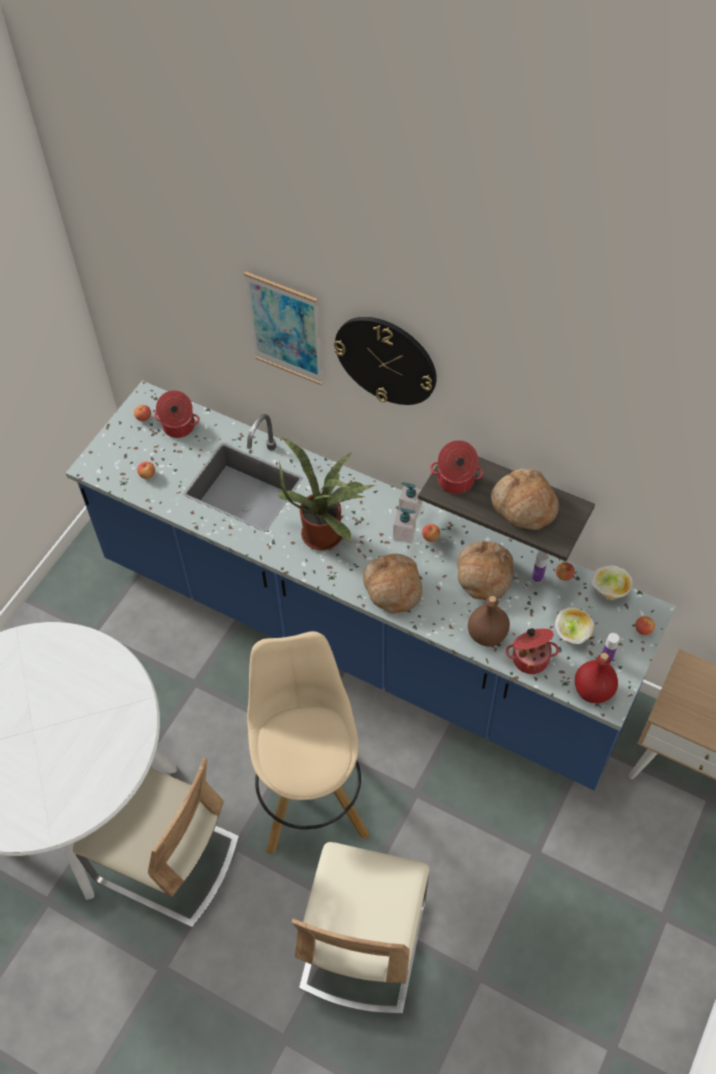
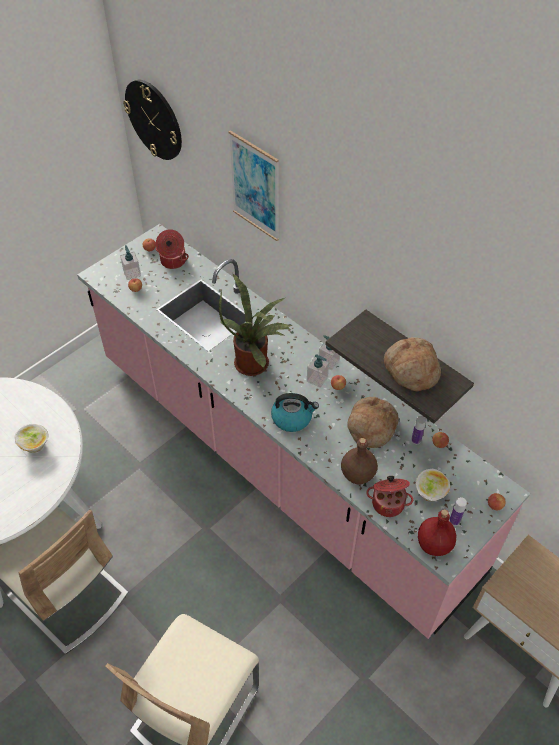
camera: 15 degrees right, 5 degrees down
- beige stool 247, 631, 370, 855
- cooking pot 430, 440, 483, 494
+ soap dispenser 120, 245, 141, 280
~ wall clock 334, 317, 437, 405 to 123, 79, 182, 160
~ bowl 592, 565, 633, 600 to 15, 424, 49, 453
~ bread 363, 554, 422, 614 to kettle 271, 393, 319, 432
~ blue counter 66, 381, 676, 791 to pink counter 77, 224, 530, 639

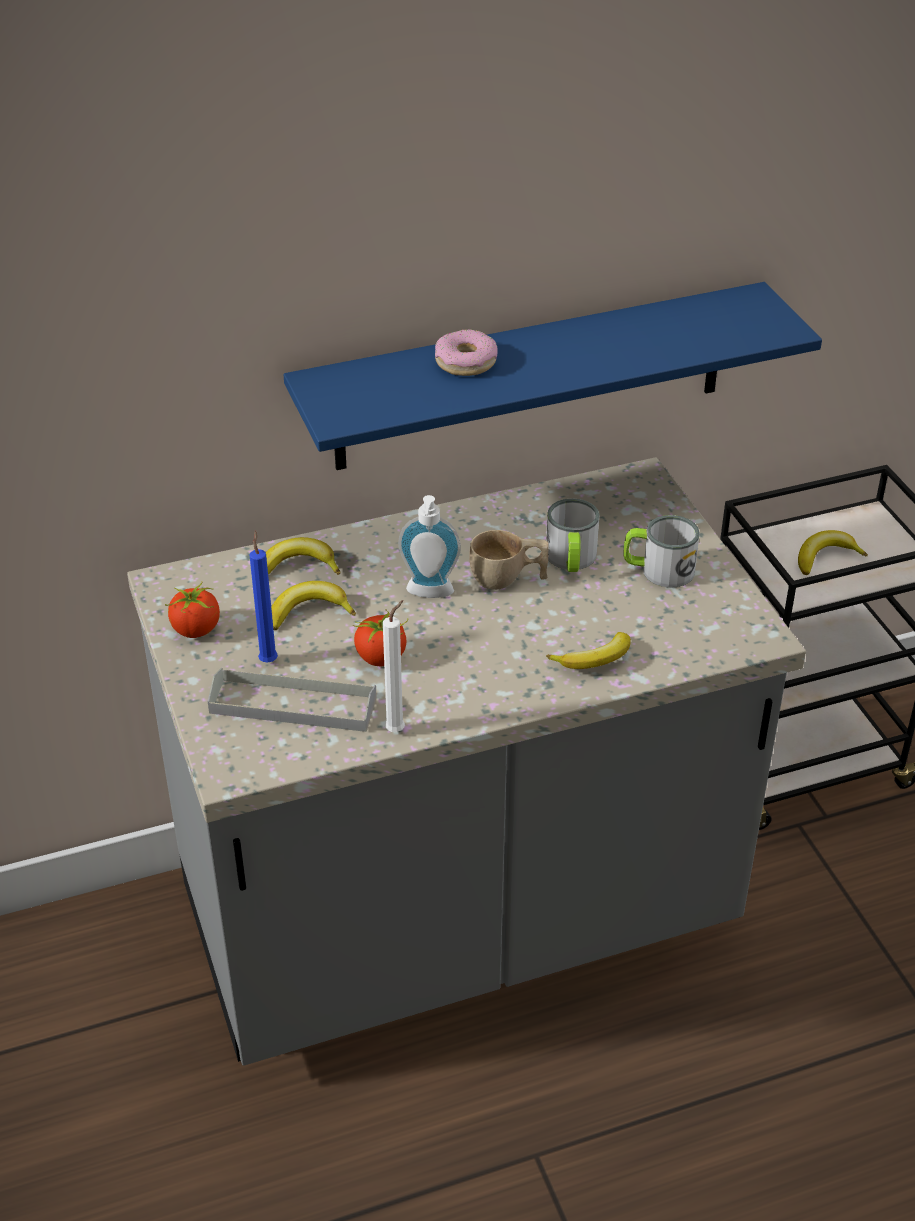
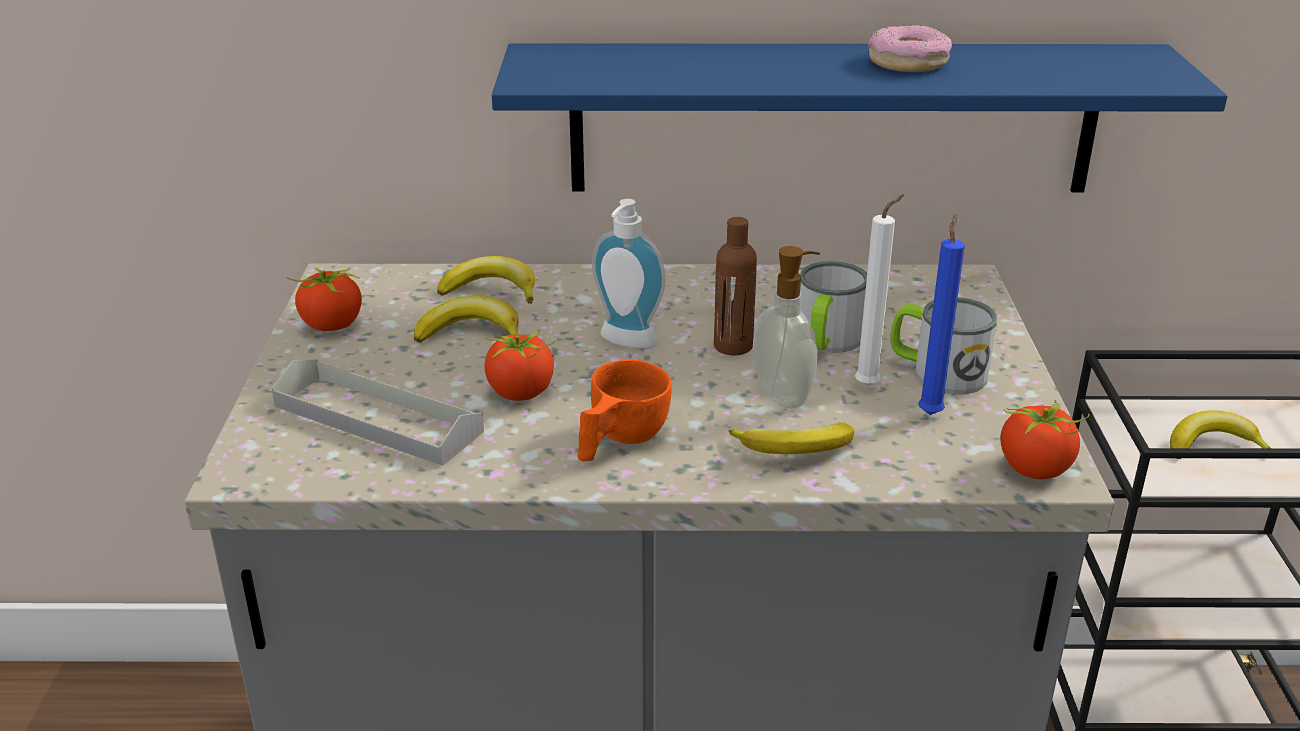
camera: 20 degrees right, 10 degrees down
+ orange cup 577, 360, 672, 462
+ soap dispenser 753, 246, 820, 409
+ tomato 1001, 400, 1090, 479
~ blue candle 250, 531, 278, 663 to 918, 213, 965, 415
~ white candle 383, 600, 405, 732 to 855, 194, 905, 386
~ donut 435, 329, 498, 376 to 868, 25, 952, 72
~ beige cup 470, 530, 549, 590 to brown bottle 714, 217, 757, 355

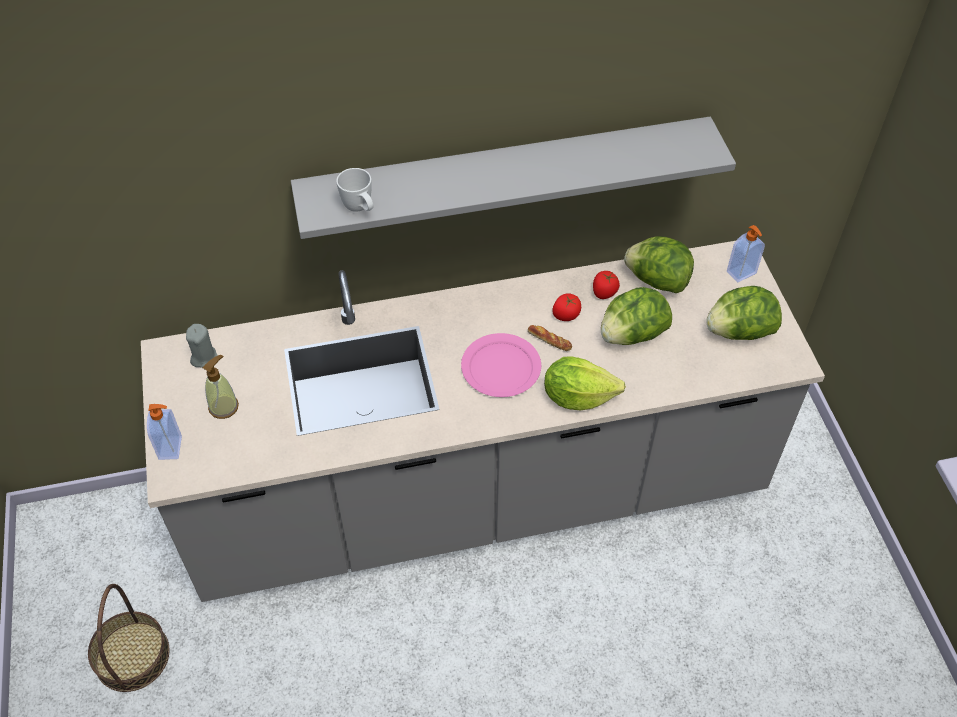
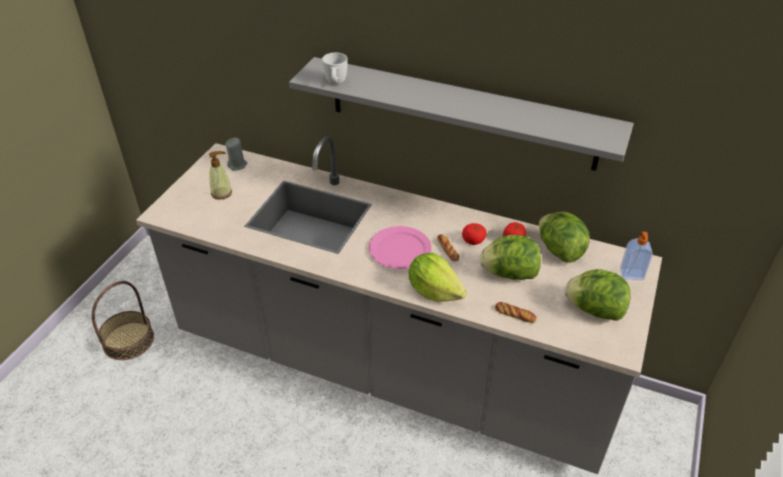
camera: 35 degrees right, 10 degrees down
- soap dispenser 147, 404, 182, 460
+ bread 495, 302, 537, 323

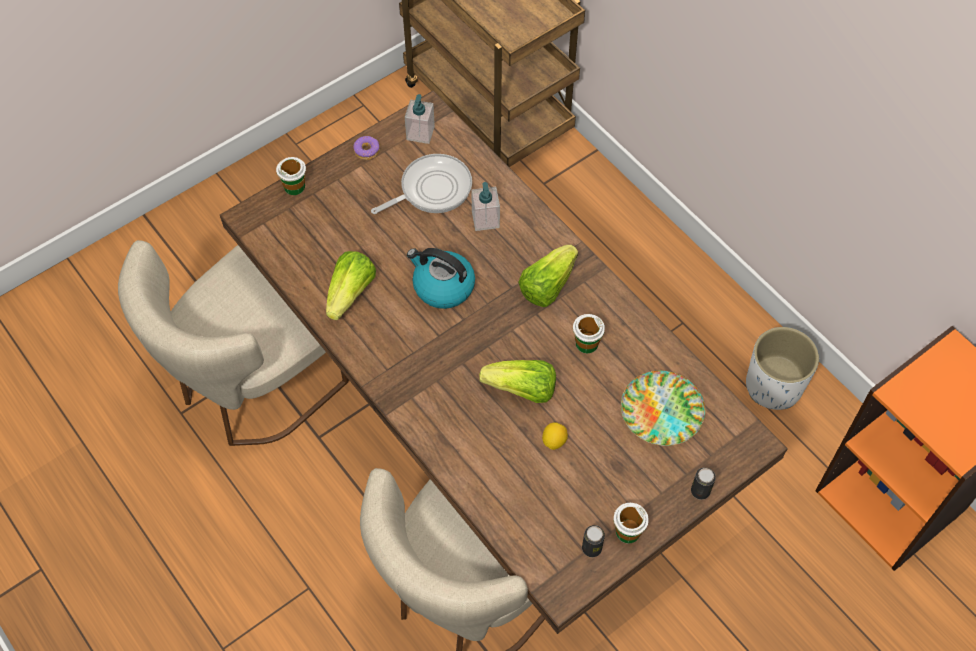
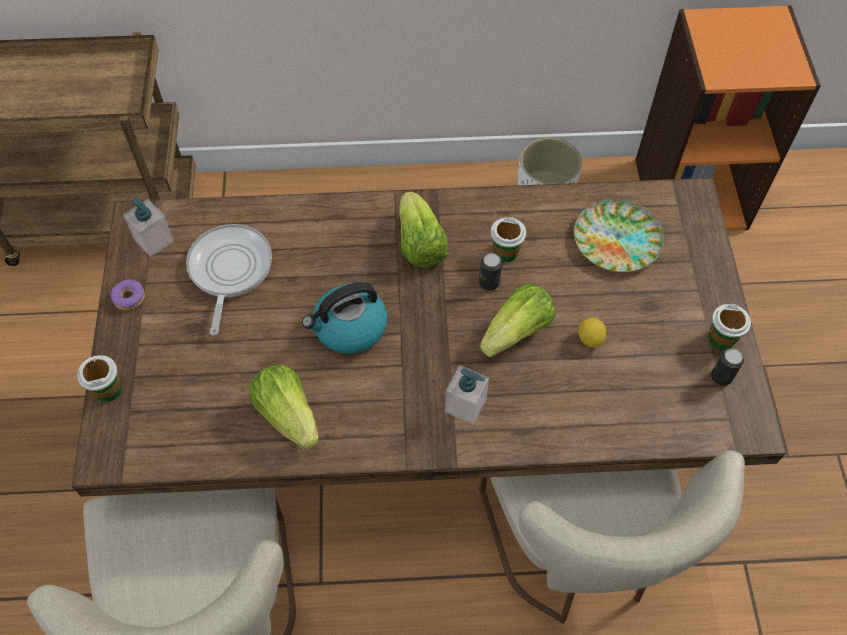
camera: 55 degrees left, 0 degrees up
~ soap dispenser 471, 182, 500, 231 to 445, 365, 489, 424
~ can 691, 467, 716, 500 to 479, 253, 502, 291

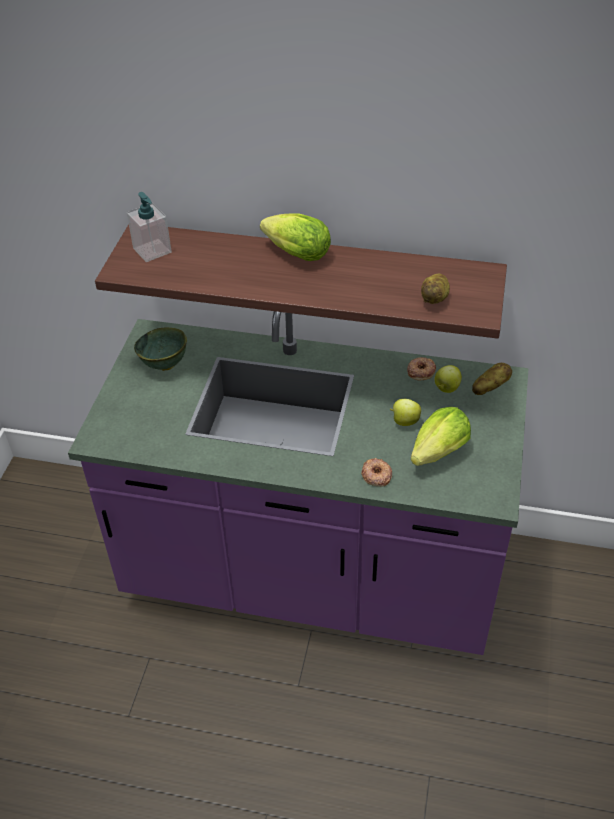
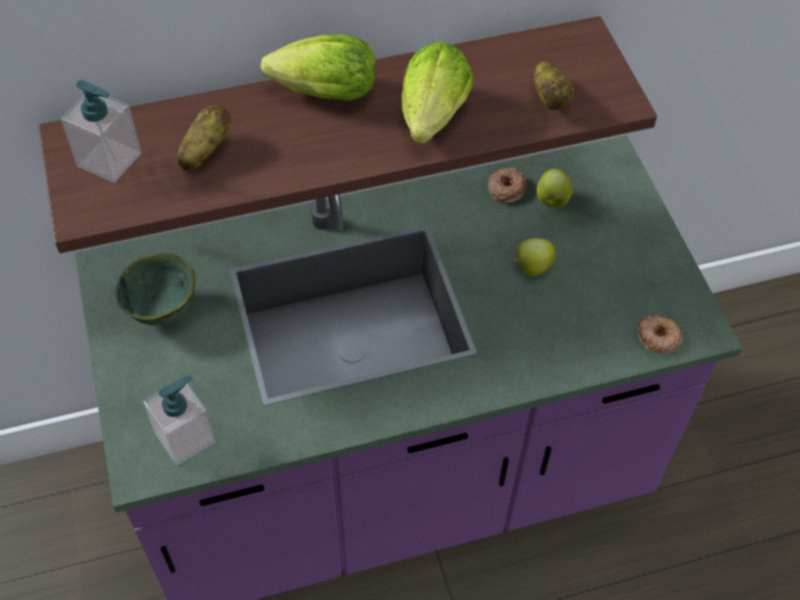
camera: 30 degrees left, 10 degrees up
+ soap dispenser 143, 375, 215, 465
~ donut 361, 458, 392, 486 to 638, 314, 683, 354
~ lettuce 411, 407, 471, 466 to 402, 41, 474, 143
~ potato 472, 363, 512, 395 to 177, 105, 231, 171

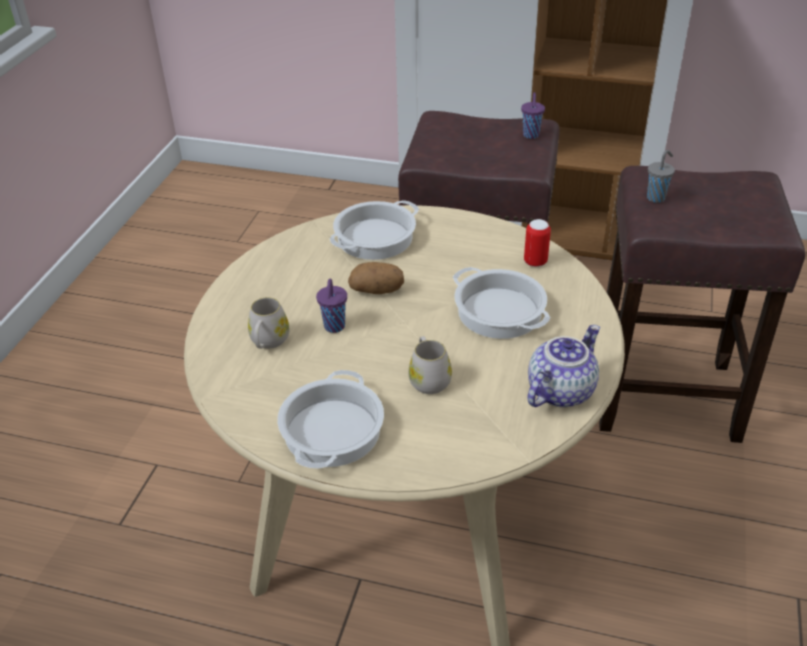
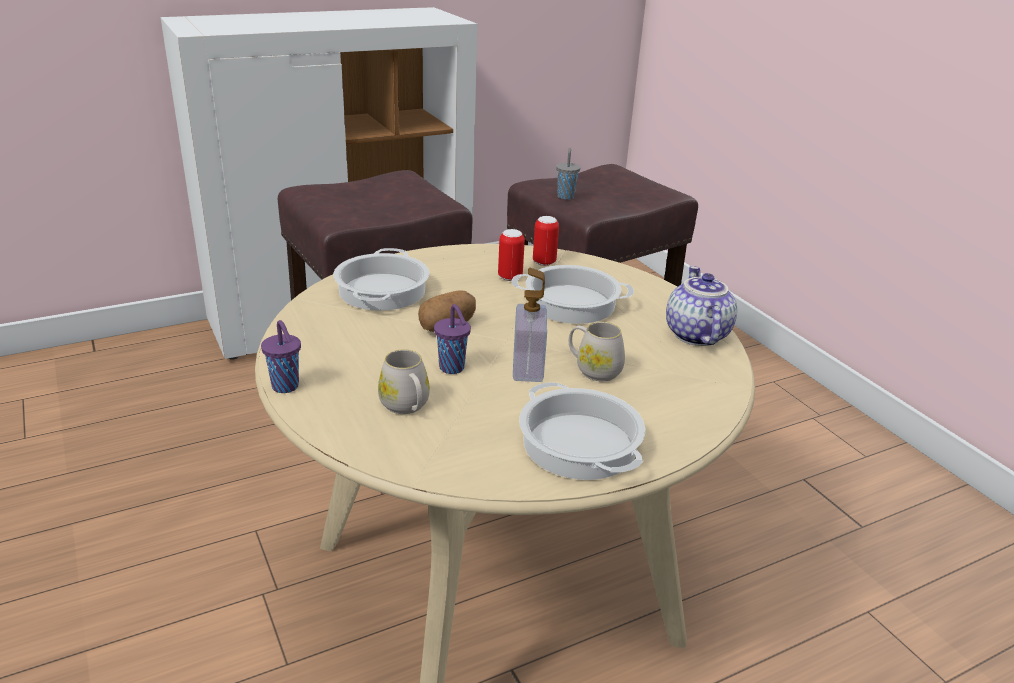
camera: 45 degrees left, 10 degrees down
+ can 498, 229, 525, 281
+ soap dispenser 513, 268, 547, 382
~ purple cup 521, 92, 545, 139 to 261, 320, 301, 393

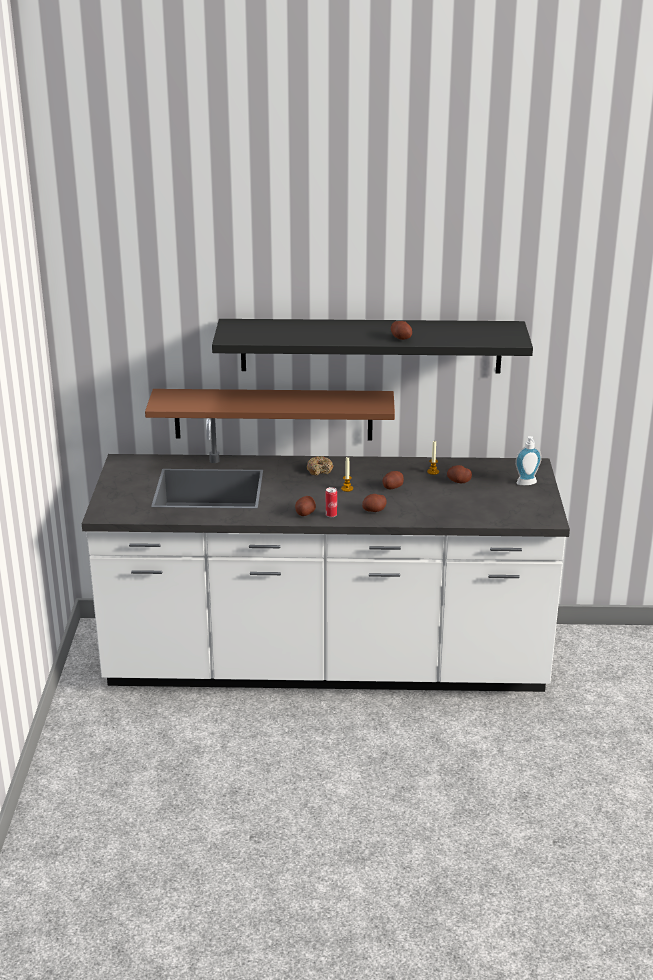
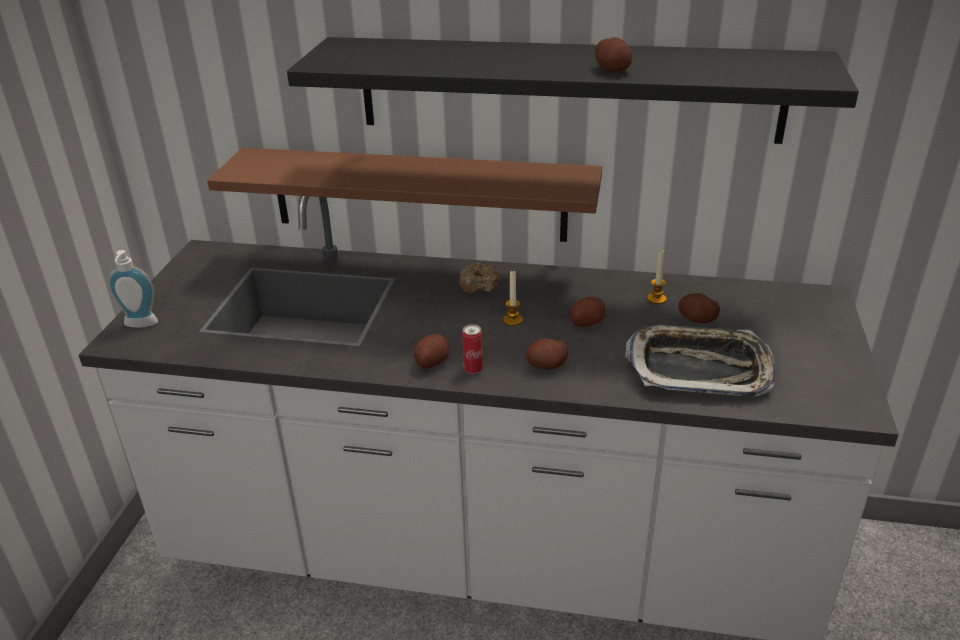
camera: 10 degrees right, 5 degrees up
+ tray 625, 325, 775, 397
~ soap dispenser 515, 436, 542, 485 to 108, 250, 158, 328

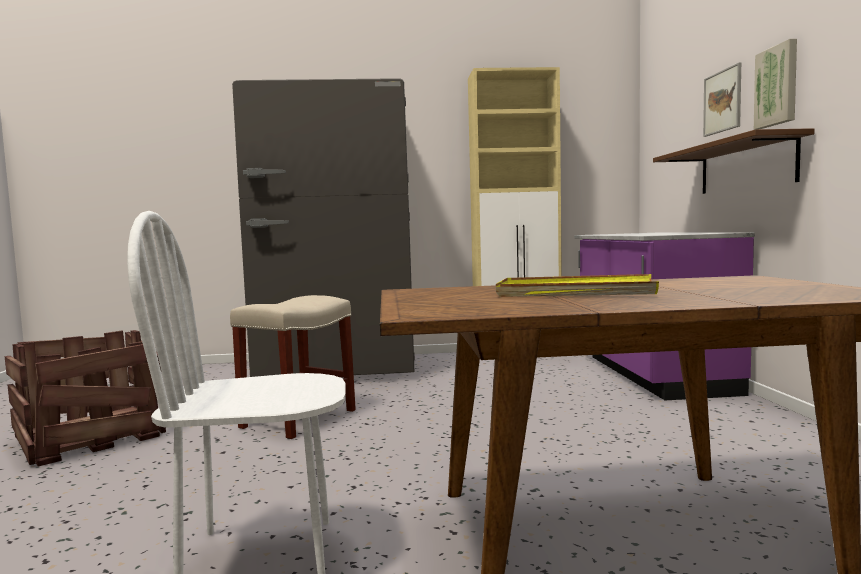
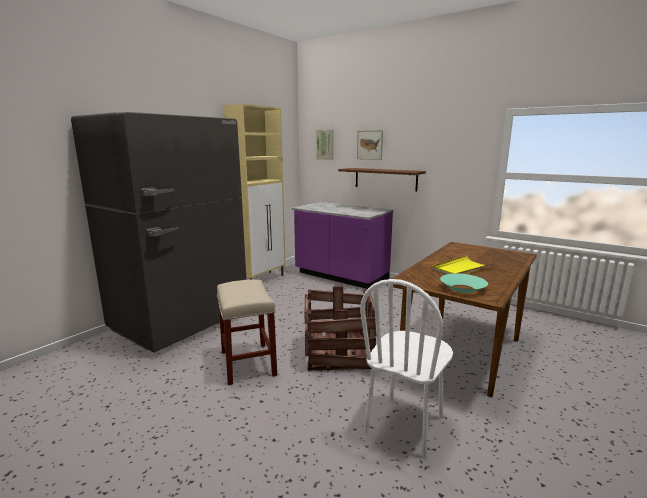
camera: 50 degrees left, 10 degrees up
+ turquoise bowl 440, 273, 488, 293
~ crate 5, 330, 166, 466 to 305, 286, 376, 370
~ picture 754, 39, 797, 129 to 316, 130, 334, 160

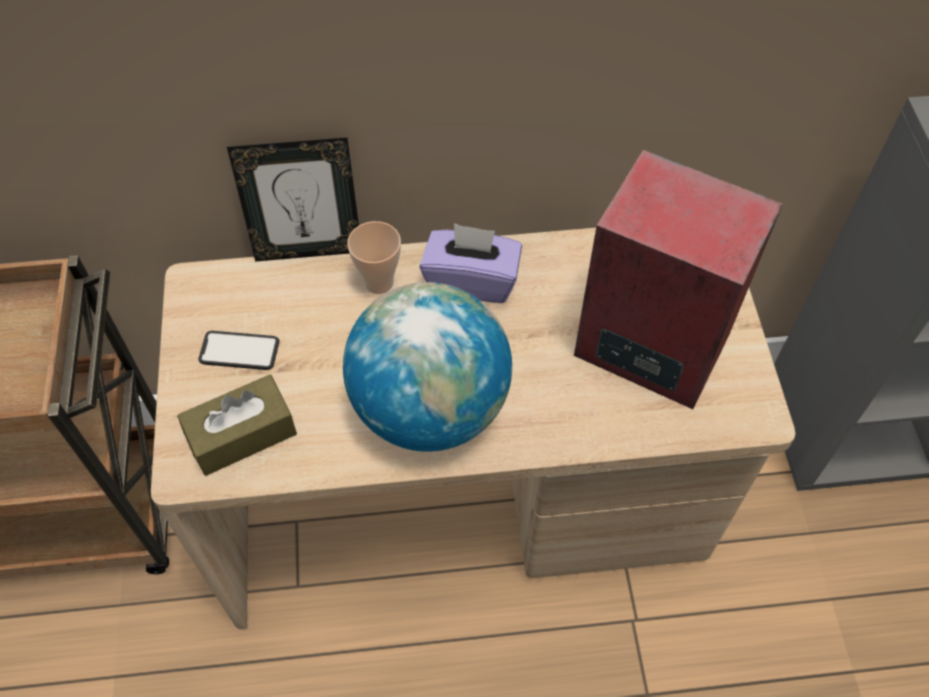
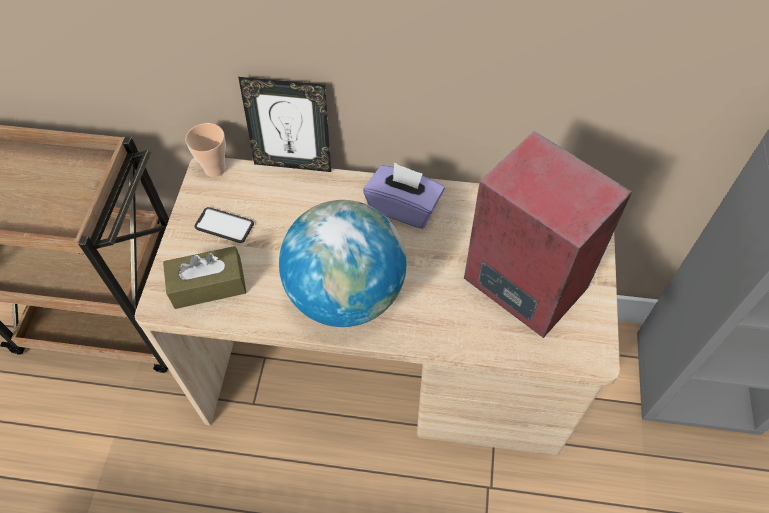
camera: 15 degrees right, 0 degrees up
~ cup 347, 221, 401, 294 to 185, 123, 226, 177

